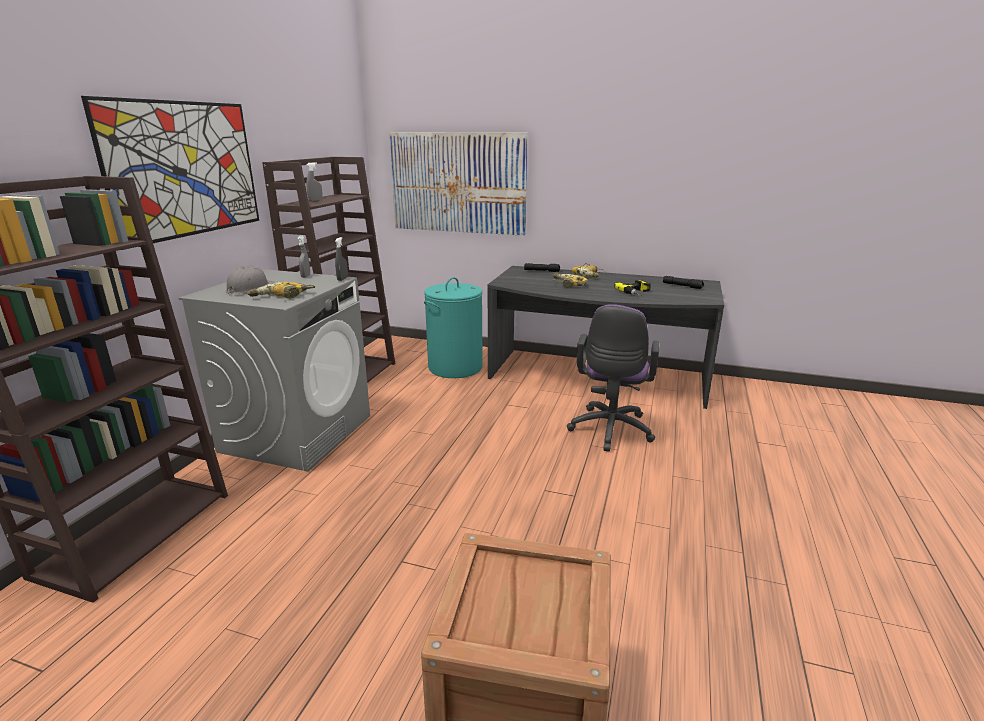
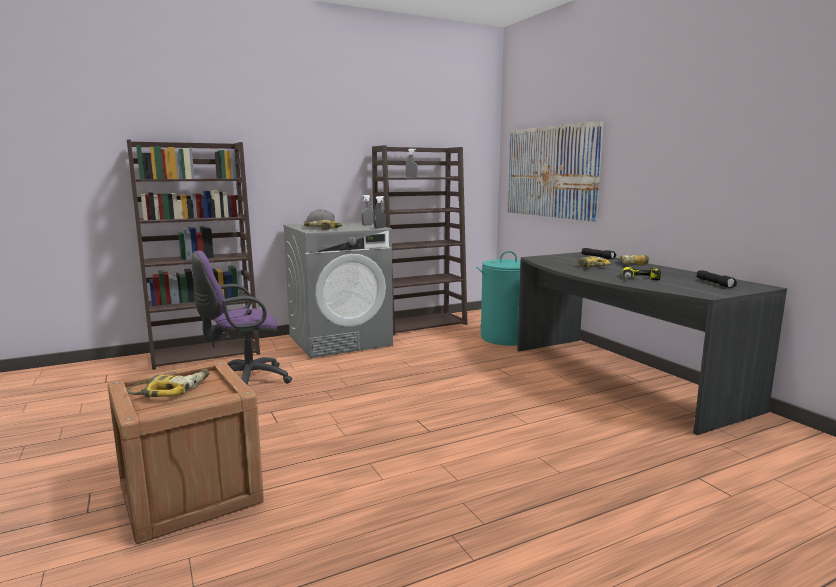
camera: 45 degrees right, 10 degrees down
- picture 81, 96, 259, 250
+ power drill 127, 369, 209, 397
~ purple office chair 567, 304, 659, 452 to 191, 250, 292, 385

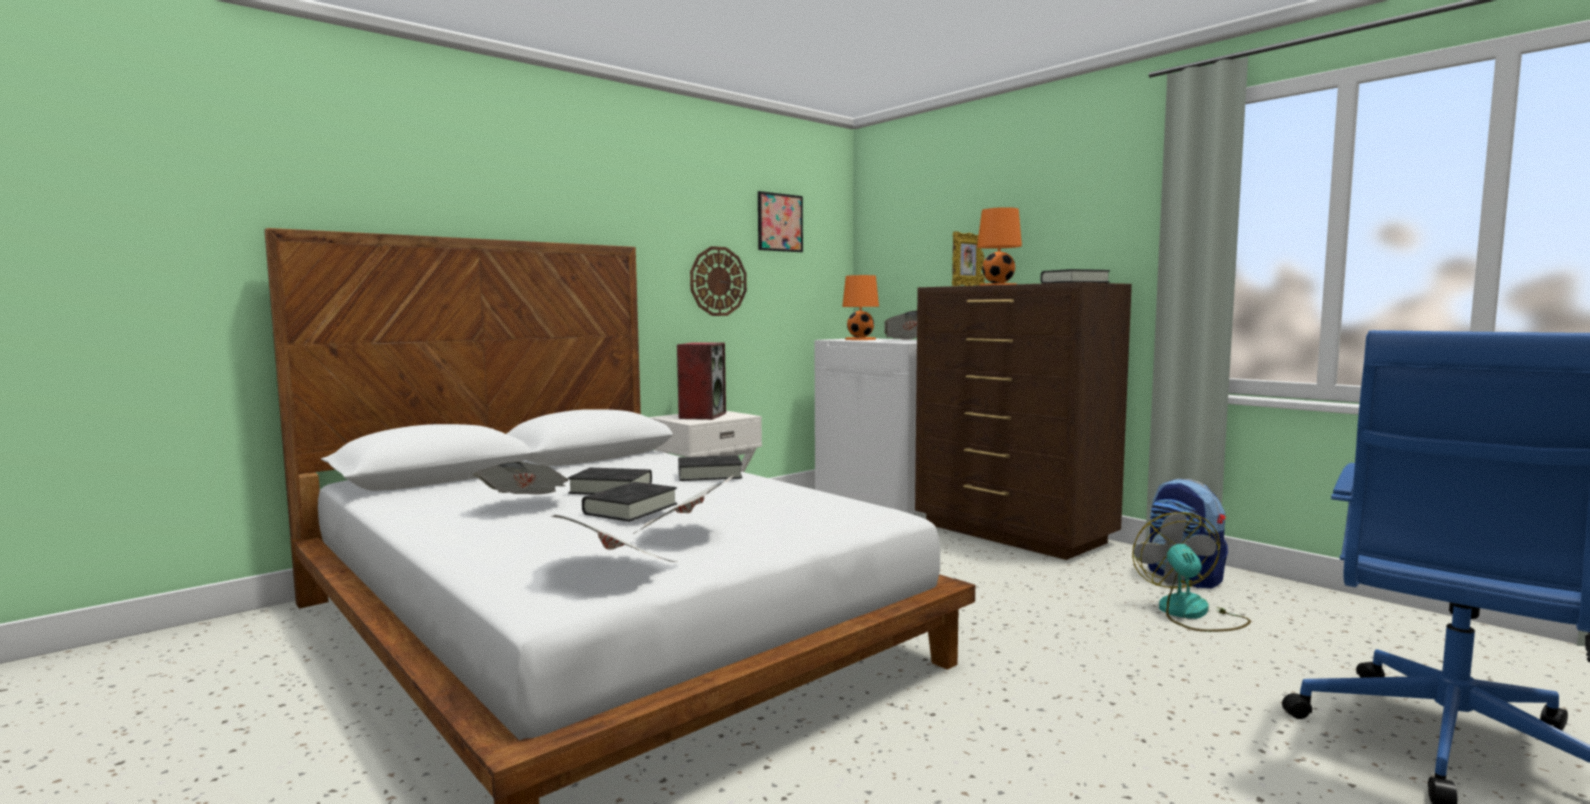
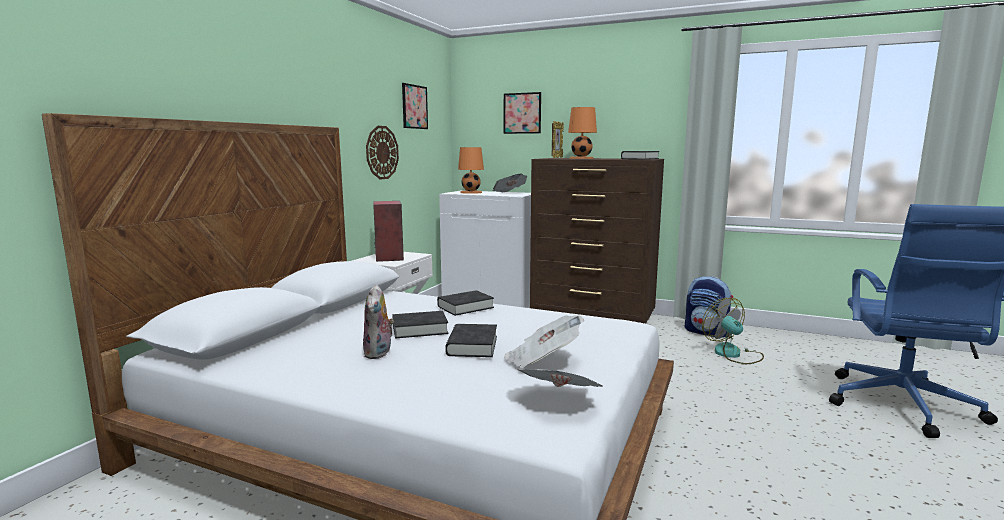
camera: 25 degrees left, 5 degrees up
+ picture 504, 92, 541, 134
~ newspaper 473, 462, 568, 494 to plush toy 363, 284, 394, 359

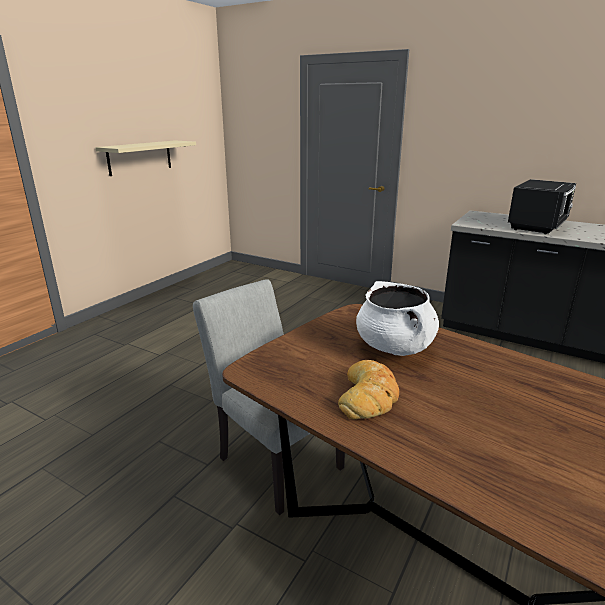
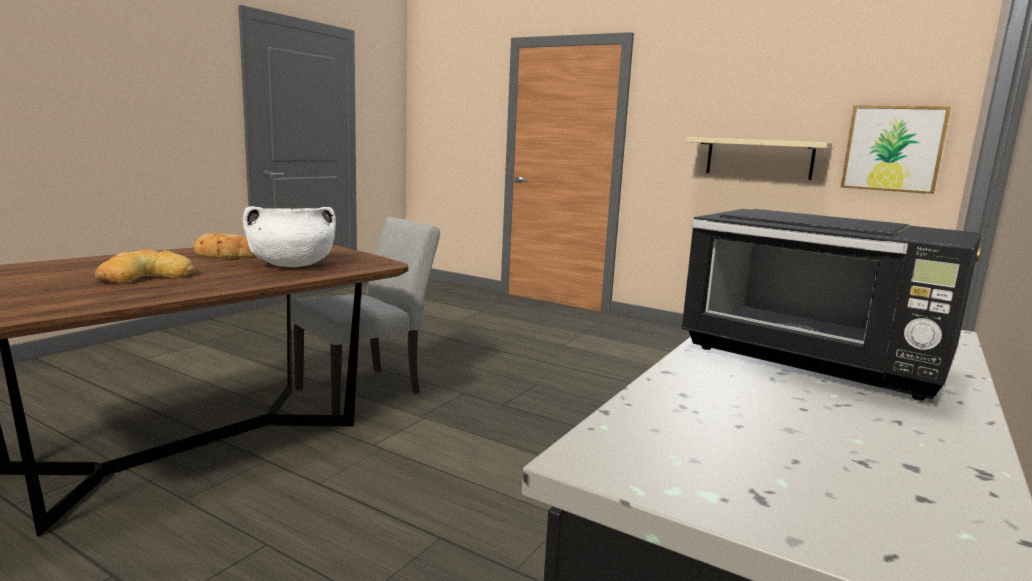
camera: 90 degrees right, 10 degrees down
+ bread 95, 250, 195, 284
+ picture 841, 105, 951, 194

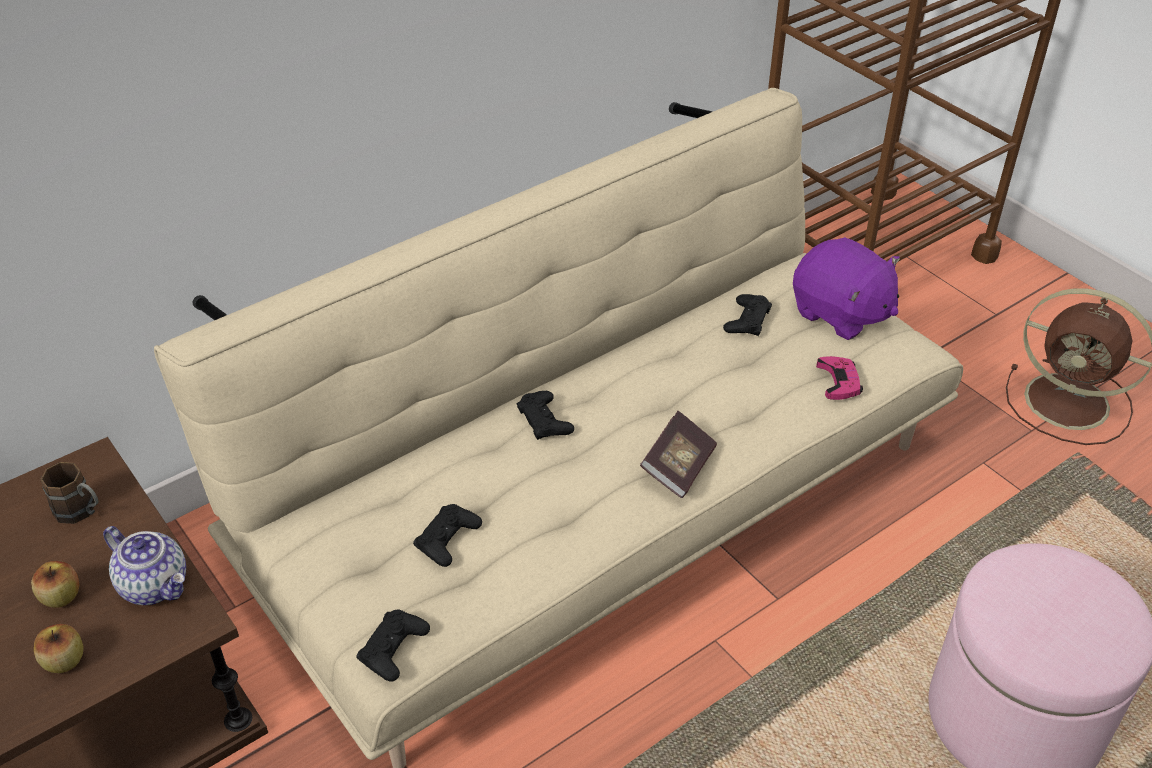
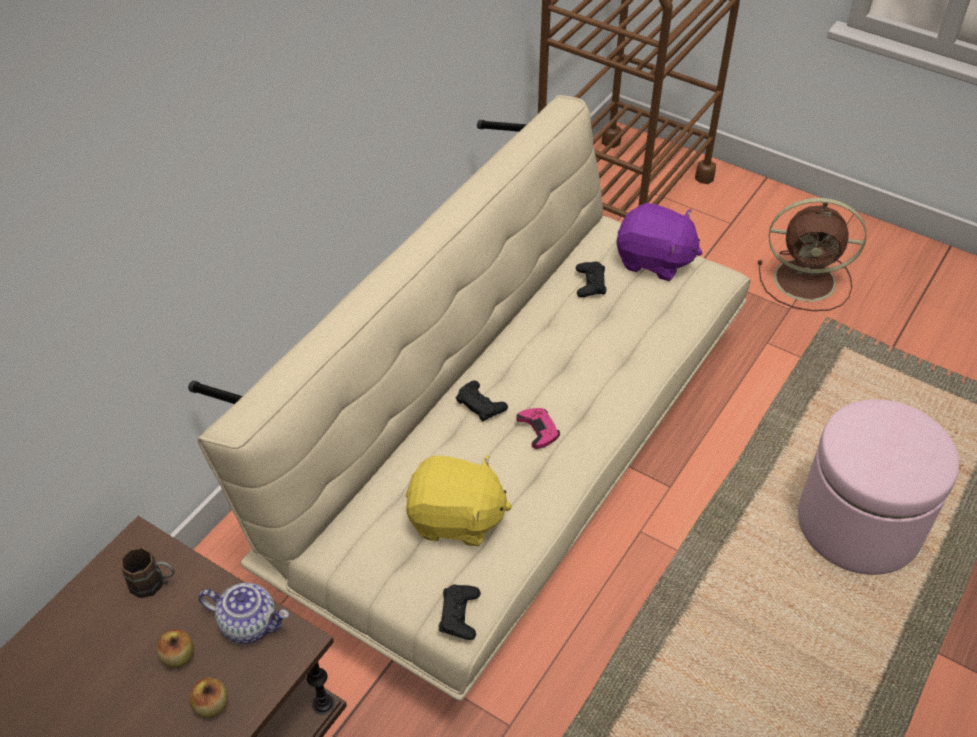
camera: 20 degrees left, 5 degrees up
- book 640, 411, 717, 498
~ pink game controller 816, 356, 863, 400 to 516, 408, 560, 449
~ black game controller 413, 504, 482, 567 to yellow plush toy 406, 455, 512, 546

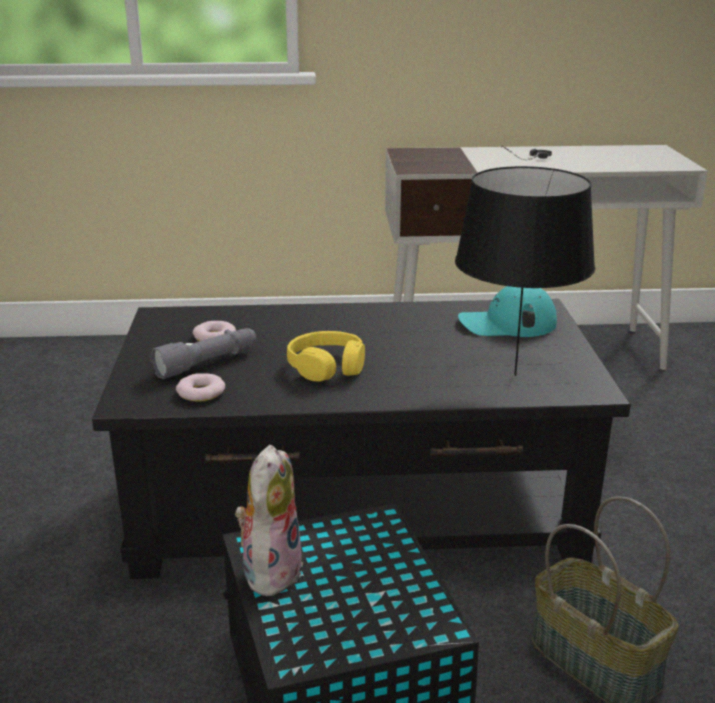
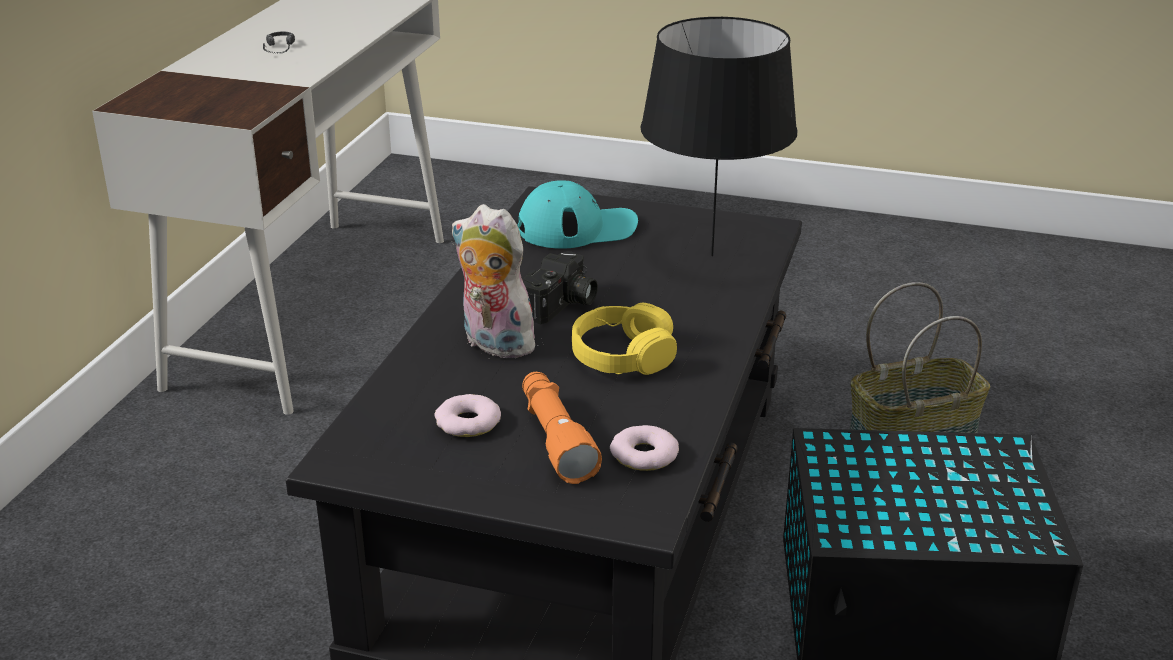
camera: 70 degrees left, 5 degrees up
+ photo camera 524, 251, 598, 324
~ plush toy 235, 445, 303, 596 to 452, 204, 541, 358
~ grey flashlight 150, 328, 256, 379 to orange flashlight 522, 372, 602, 484
~ turquoise cap 458, 286, 557, 337 = 517, 180, 638, 249 120 degrees counterclockwise

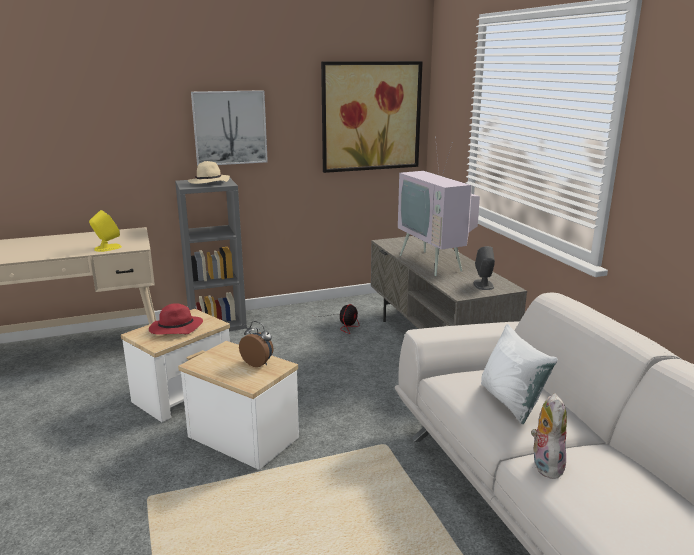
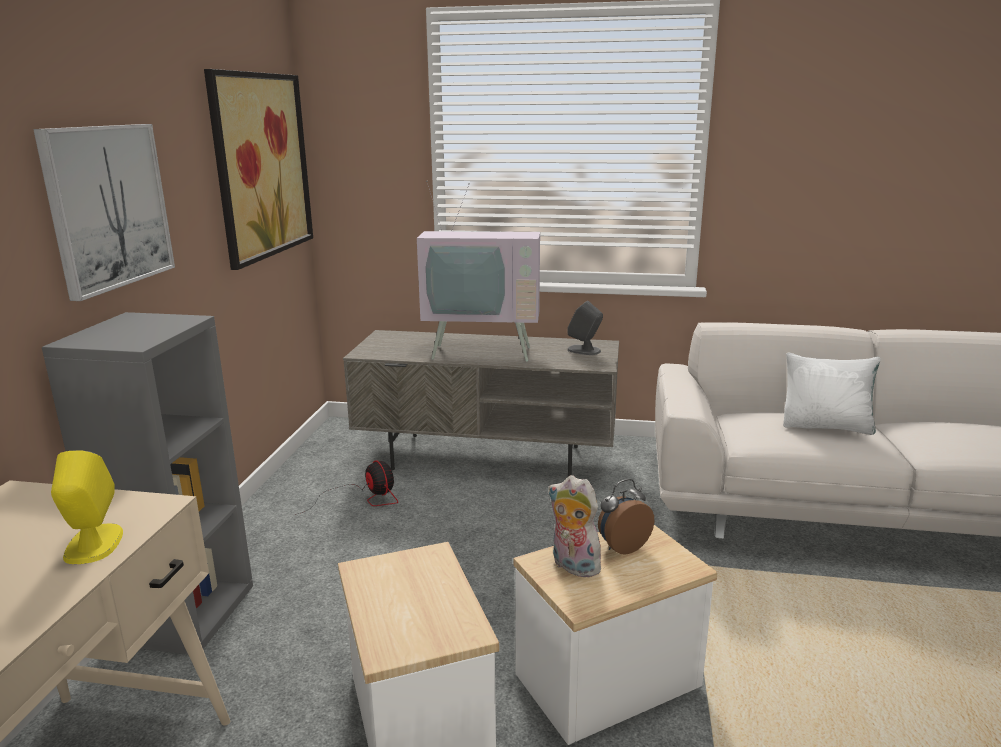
camera: 60 degrees left, 0 degrees up
- red hat 149, 303, 203, 335
- beige hat 188, 161, 230, 184
~ plush toy 531, 393, 567, 479 to 548, 475, 601, 577

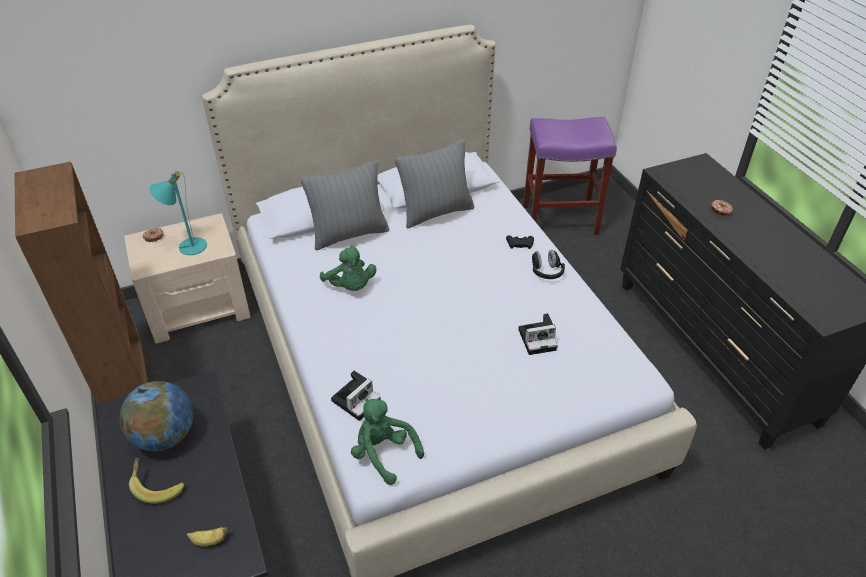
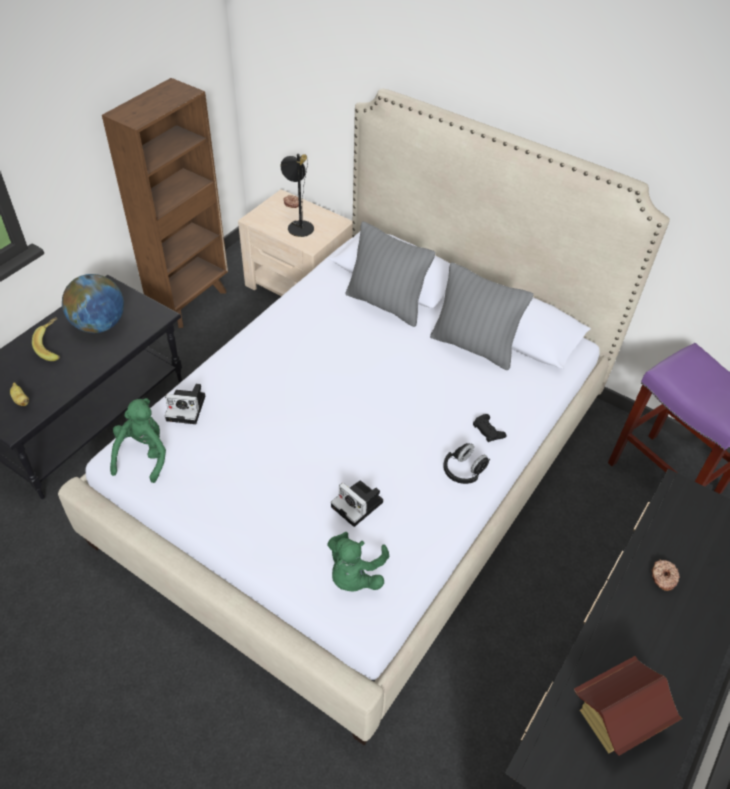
camera: 55 degrees right, 5 degrees up
+ toy house 574, 656, 682, 756
~ green plush toy 320, 245, 376, 291 to 327, 532, 389, 591
~ turquoise table lamp 149, 171, 207, 255 to black table lamp 280, 154, 314, 237

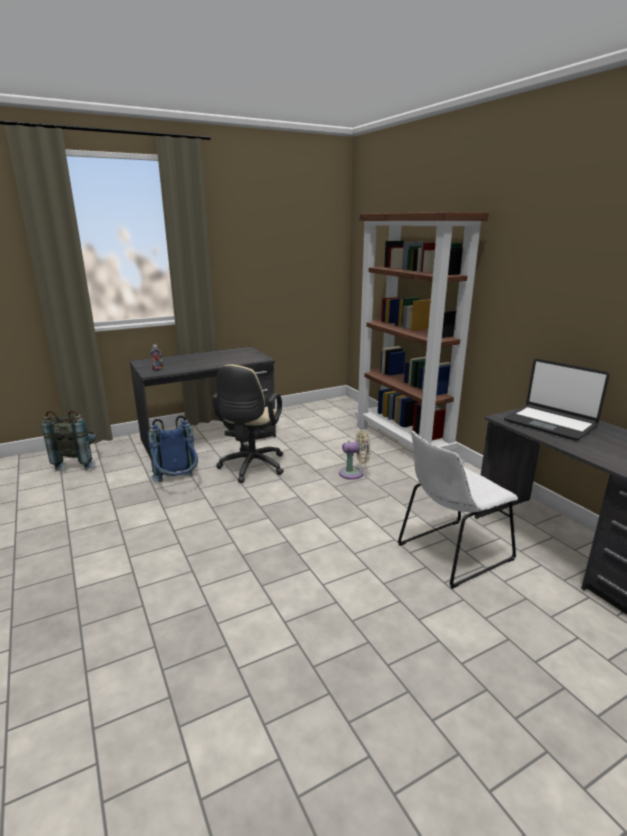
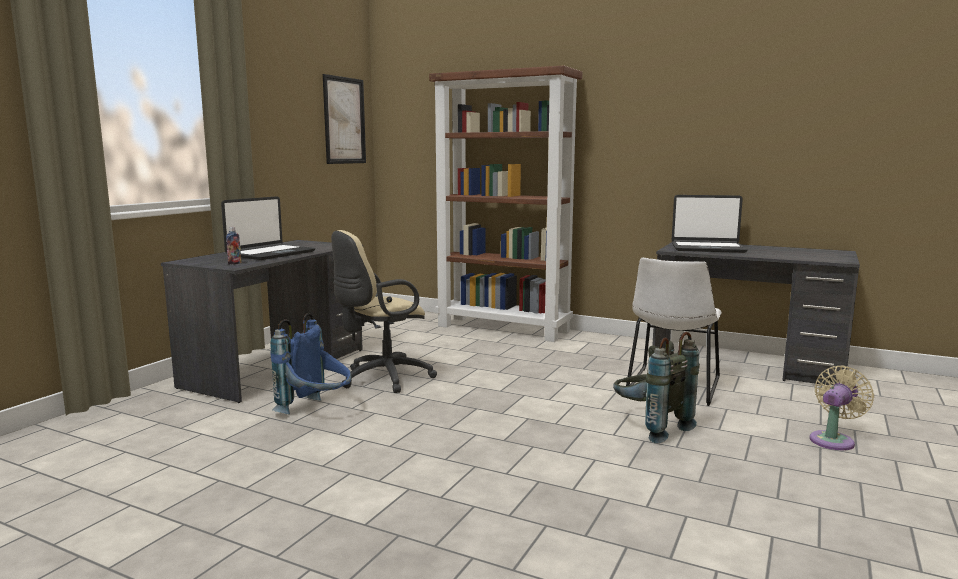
camera: 35 degrees left, 10 degrees down
+ laptop 221, 196, 315, 260
+ picture 323, 74, 366, 164
~ grey backpack 42, 410, 96, 471 to 613, 332, 700, 443
~ beige fan 339, 431, 370, 480 to 810, 365, 874, 450
~ beige office chair 212, 364, 284, 483 = 331, 230, 437, 393 75 degrees clockwise

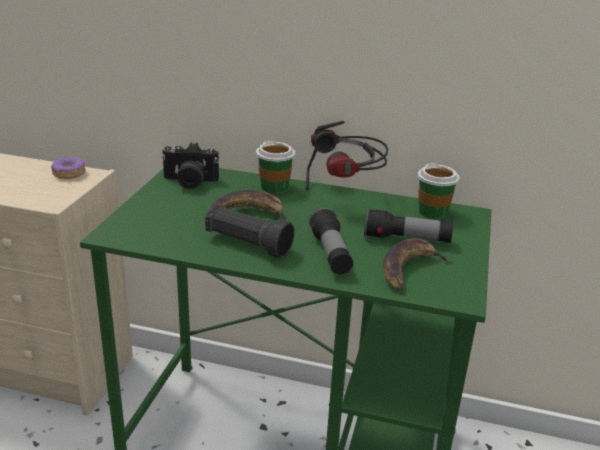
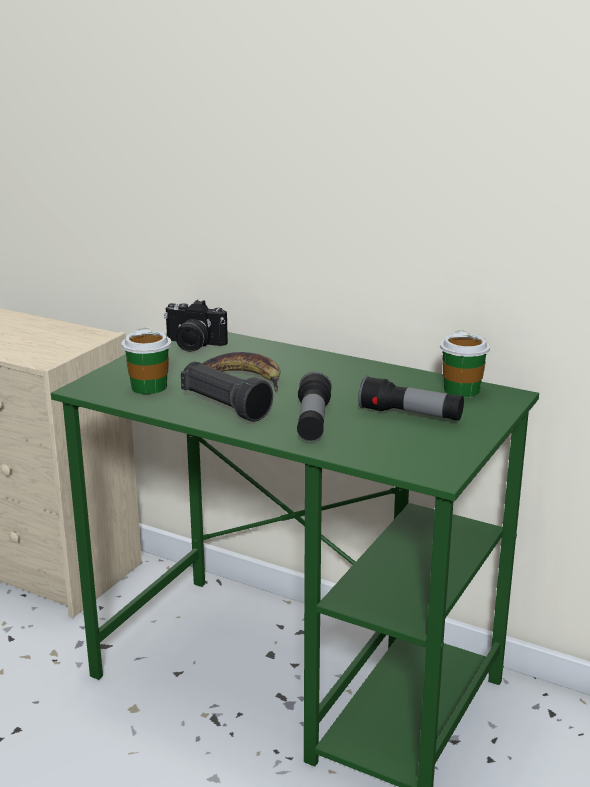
camera: 15 degrees right, 5 degrees down
- donut 51, 157, 85, 179
- headphones 306, 121, 388, 190
- banana 383, 239, 452, 290
~ cup 256, 140, 295, 193 to 122, 328, 171, 394

